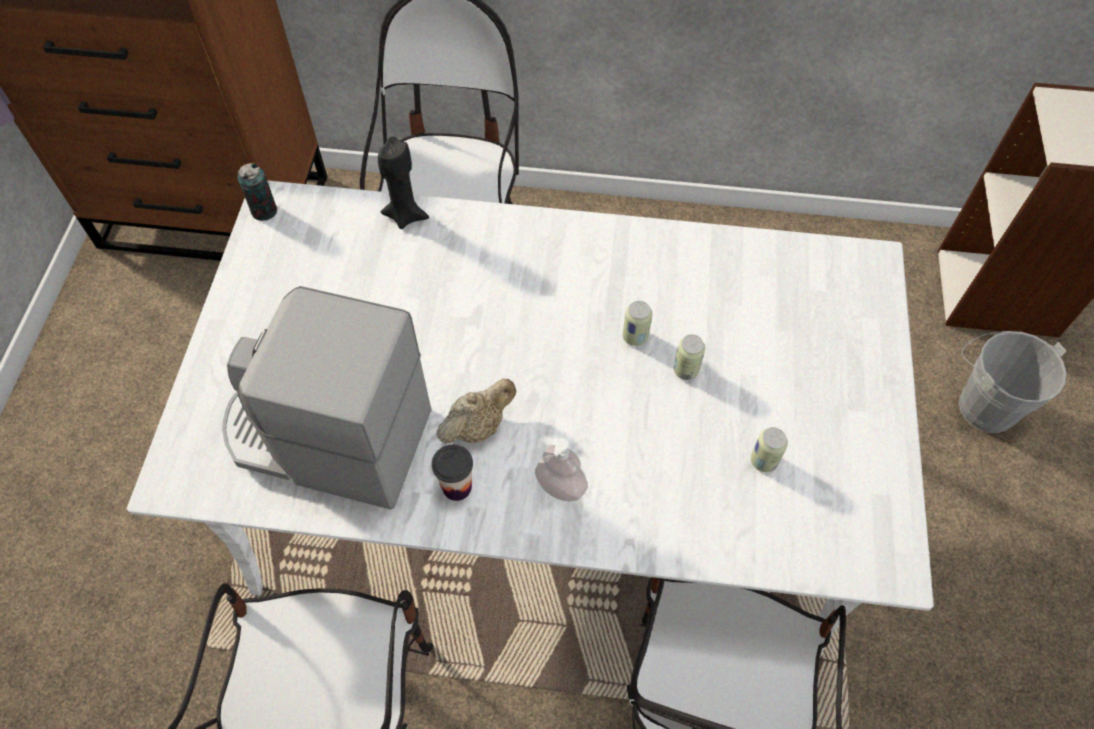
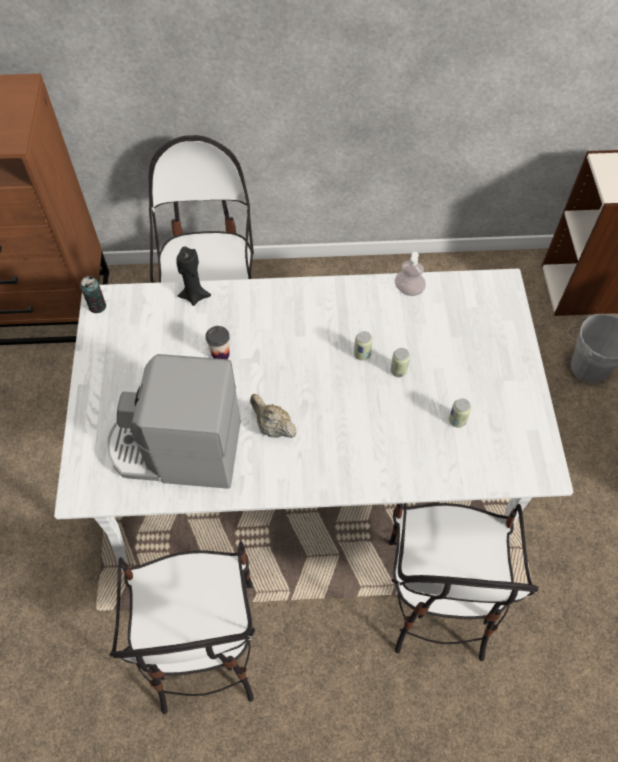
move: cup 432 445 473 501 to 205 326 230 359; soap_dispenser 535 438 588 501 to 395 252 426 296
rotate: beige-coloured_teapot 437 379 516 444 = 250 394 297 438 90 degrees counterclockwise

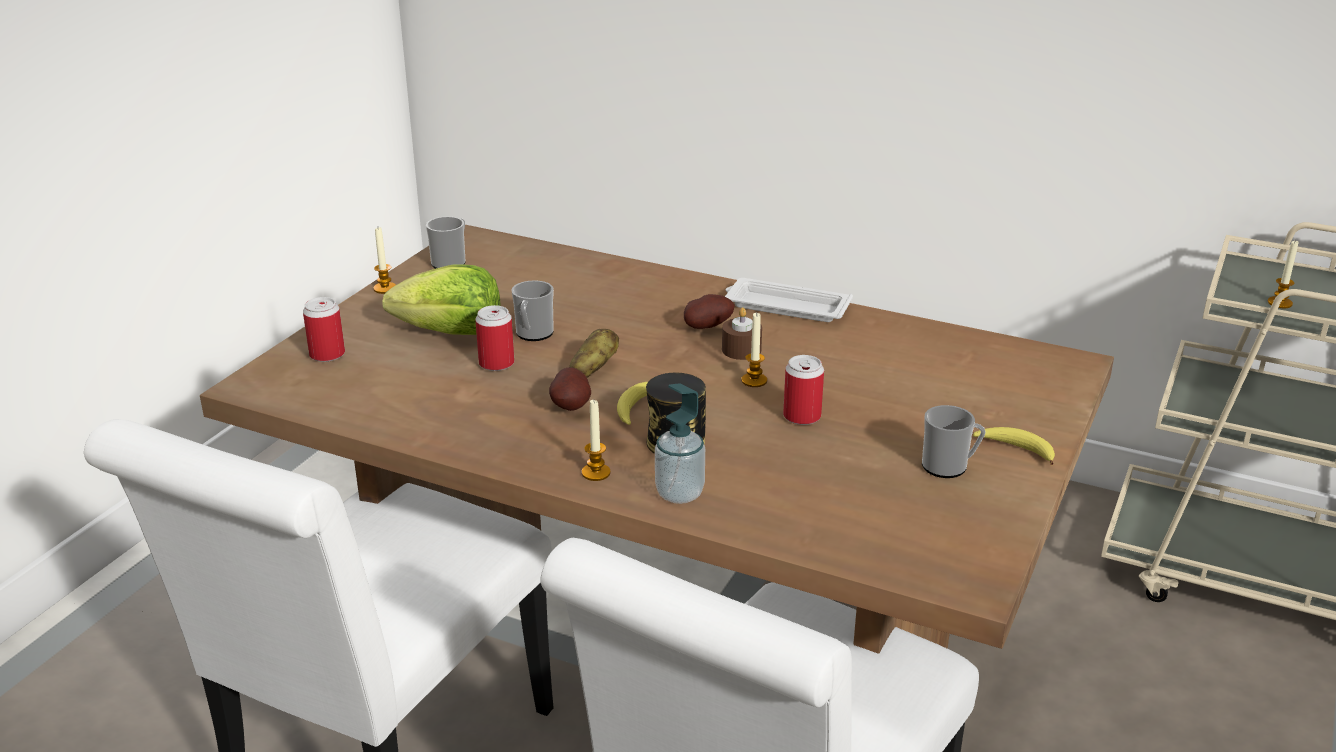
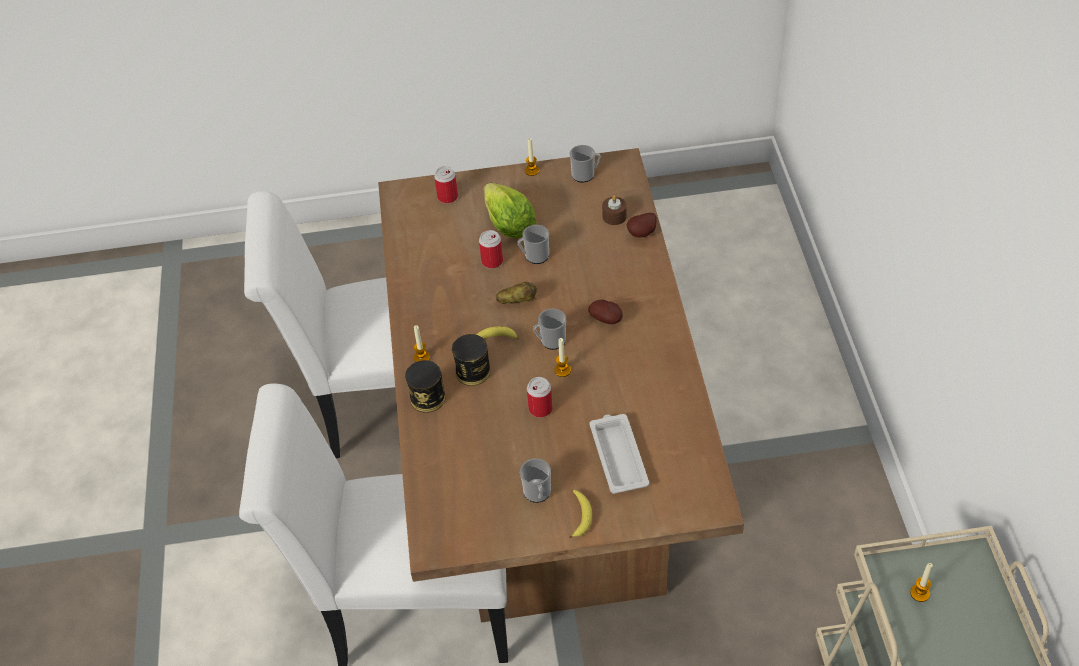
insert: tea_mug 533 309 566 350
move: spud 549 367 591 411 to 627 213 657 238; brown_wax_candle 722 307 762 360 to 602 195 627 225; white_serving_tray 725 278 853 322 to 589 414 649 494
replace: soap_dispenser 655 383 705 504 to can 405 360 445 413

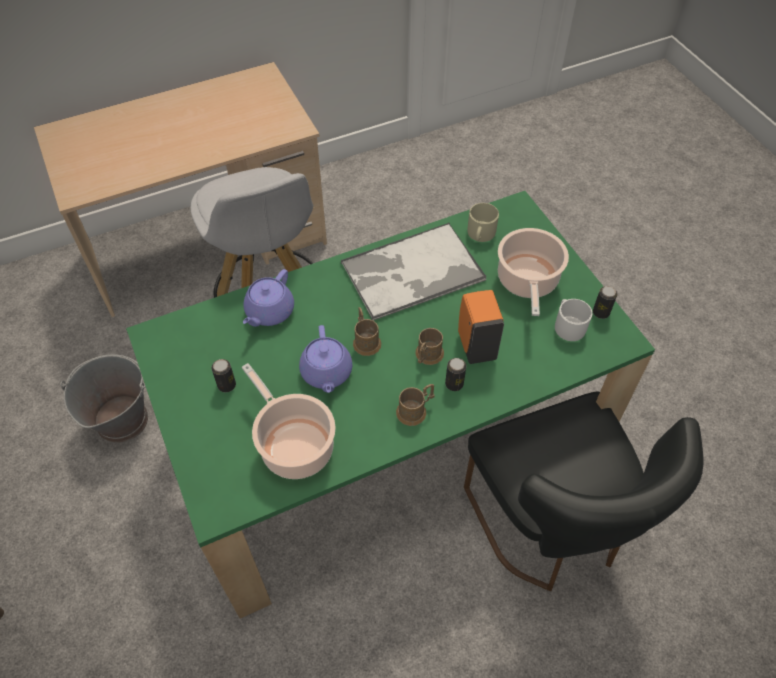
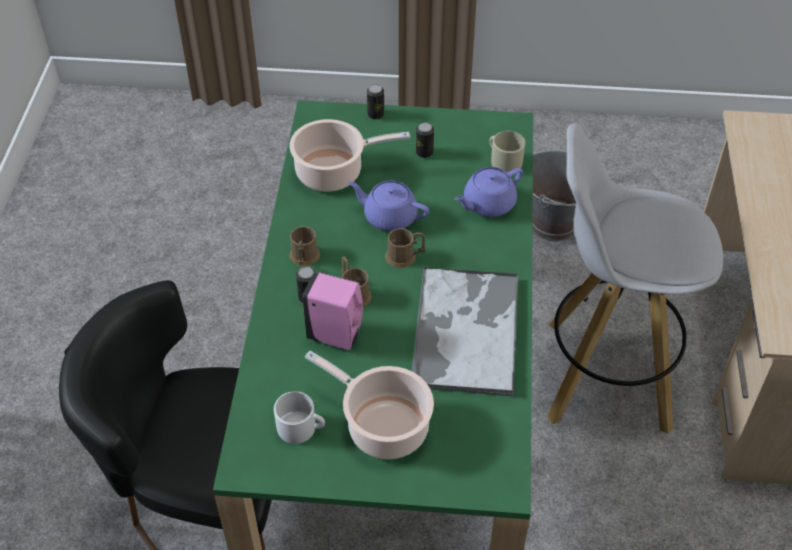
move: beige-coloured_tea_mug 467 203 499 242 to 489 131 525 173; can 593 286 617 319 to 367 84 384 119
recolor: orange-coloured_soap_dispenser 458 290 504 364 to pink_soap_dispenser 302 272 363 350
rotate: purplish_teapot 243 269 294 327 = 455 167 523 217 90 degrees counterclockwise

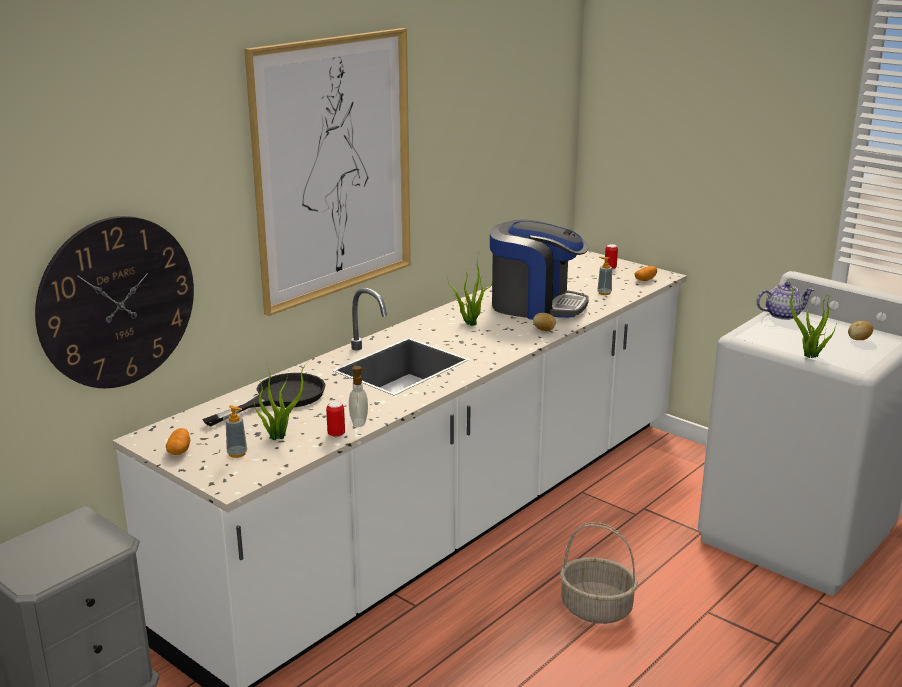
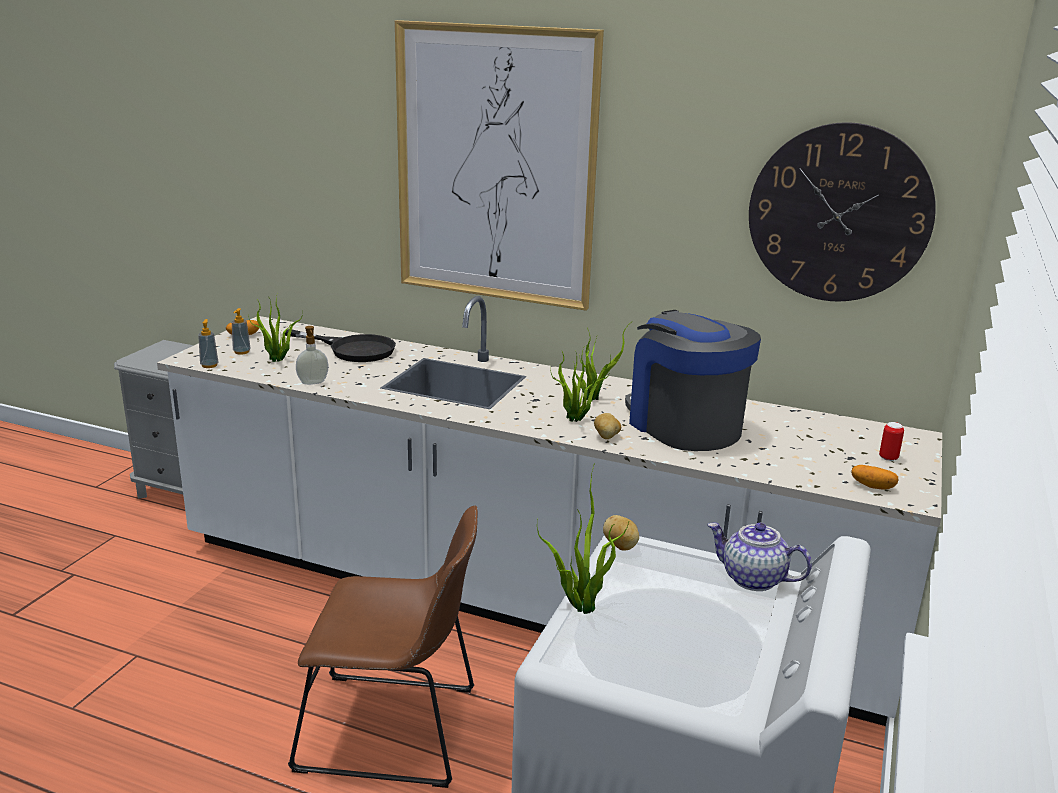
delete: can 326 401 345 437
insert: potted_plant 550 345 610 422
move: wall_clock 35 216 194 388 to 749 122 936 301; soap_dispenser 597 257 612 295 to 198 319 218 368; spud 848 321 873 340 to 603 515 639 551
replace: storage_basket 560 522 638 624 to brown_upright_chair 288 505 478 788
rotate: coffee_machine 490 219 589 320 = 625 310 761 451 150 degrees clockwise; teapot 757 282 814 320 = 707 523 812 591 150 degrees clockwise

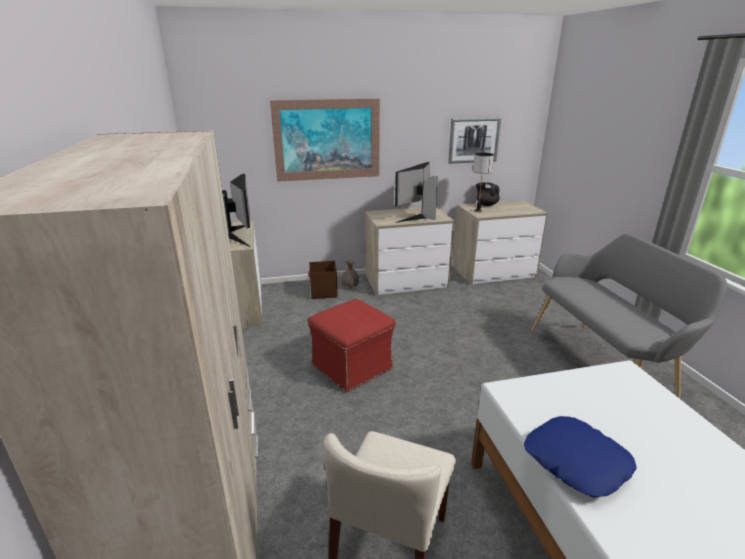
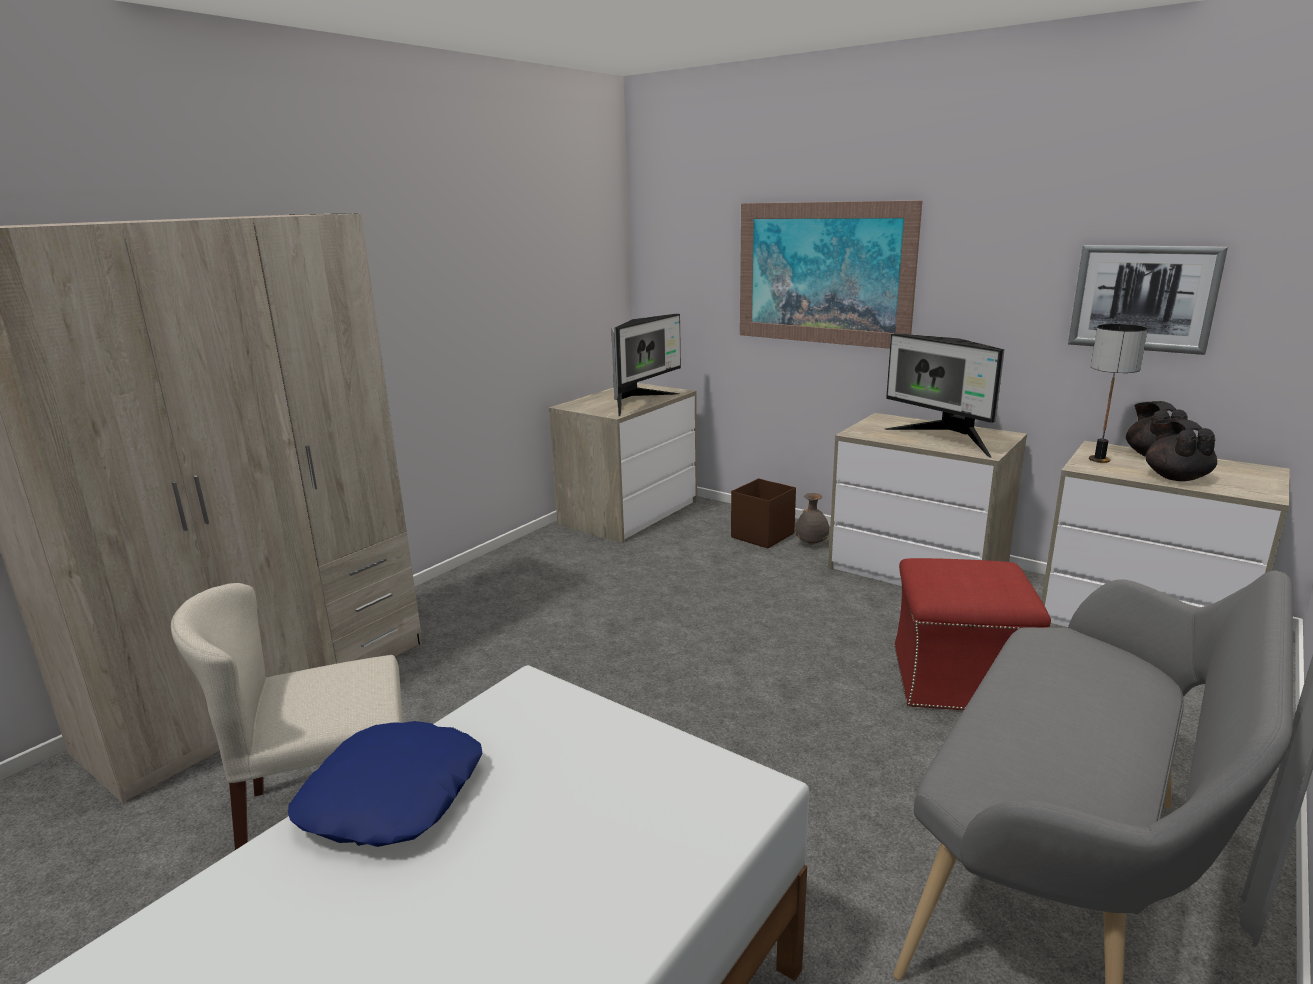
insert: black-coloured_teapot 1145 418 1217 481
move: reddish_footrest 308 299 396 392 to 894 558 1051 710
rotate: computer_screen 395 162 438 223 = 885 333 1004 458 120 degrees counterclockwise

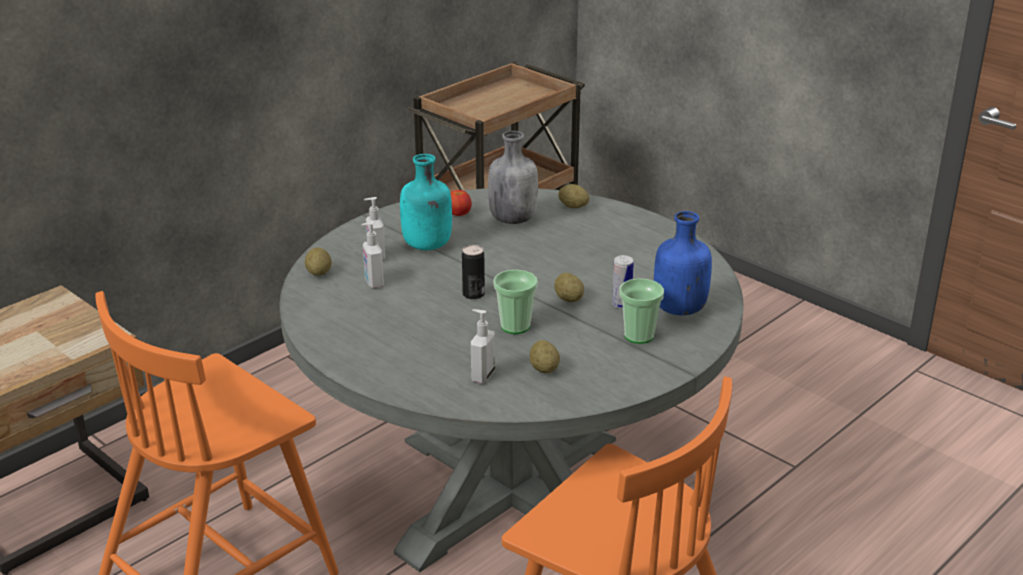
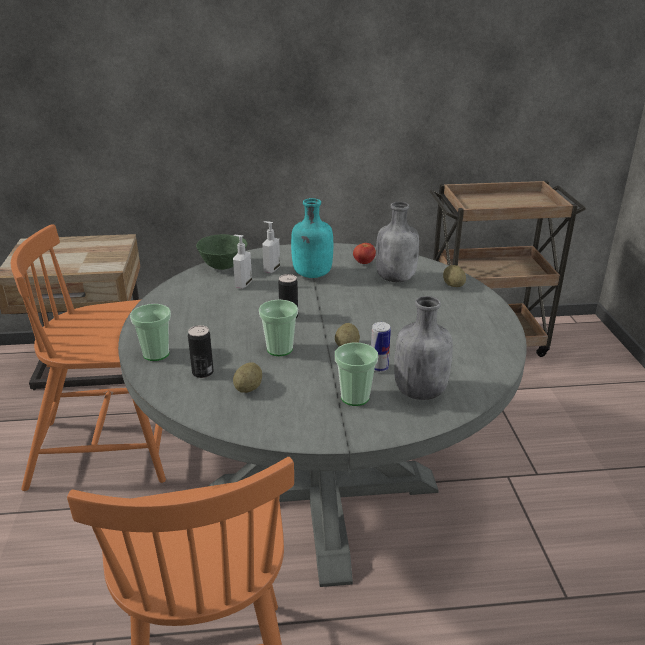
insert: cup 130 304 171 361
replace: spud 305 248 332 276 to green-coloured_deep_dish 196 234 247 270; soap_dispenser 471 309 495 383 to can 188 325 214 378
recolor: bluish_bottle 654 211 712 316 to greyish_bottle 394 296 453 400

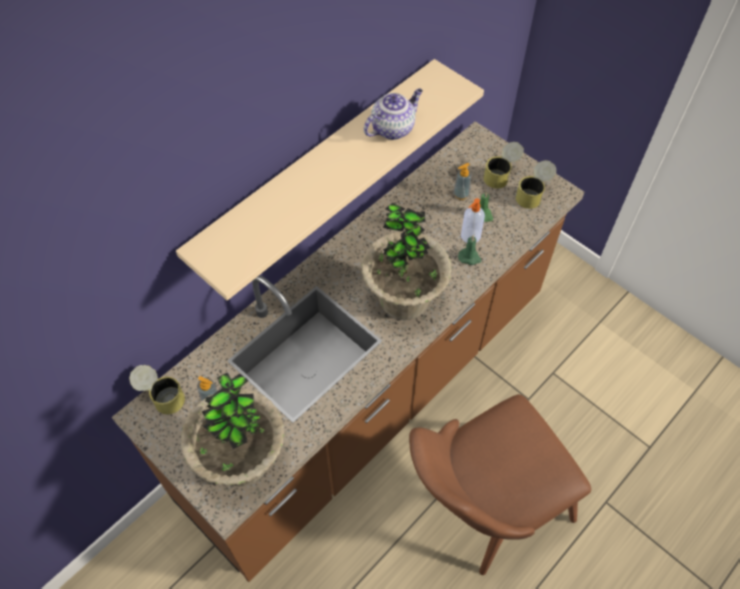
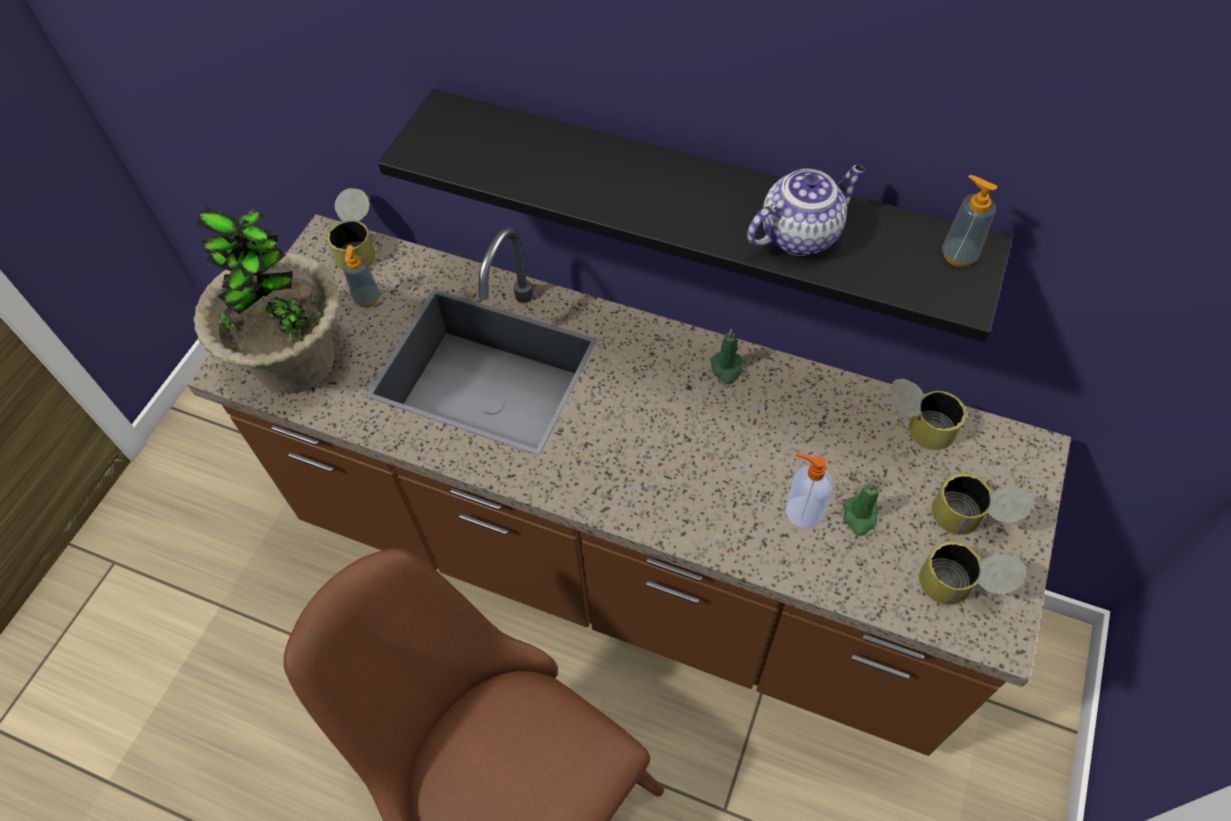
delete: potted_plant 361 203 452 320
insert: can 890 379 967 450
move: soap_dispenser 453 163 472 200 to 942 175 997 267; green-coloured_wax_candle 458 235 481 265 to 710 329 742 385
recolor: beige-coloured_shelf 176 59 484 301 to black-coloured_shelf 378 89 1013 342
rotate: teapot 364 88 423 140 = 747 165 865 256 60 degrees counterclockwise

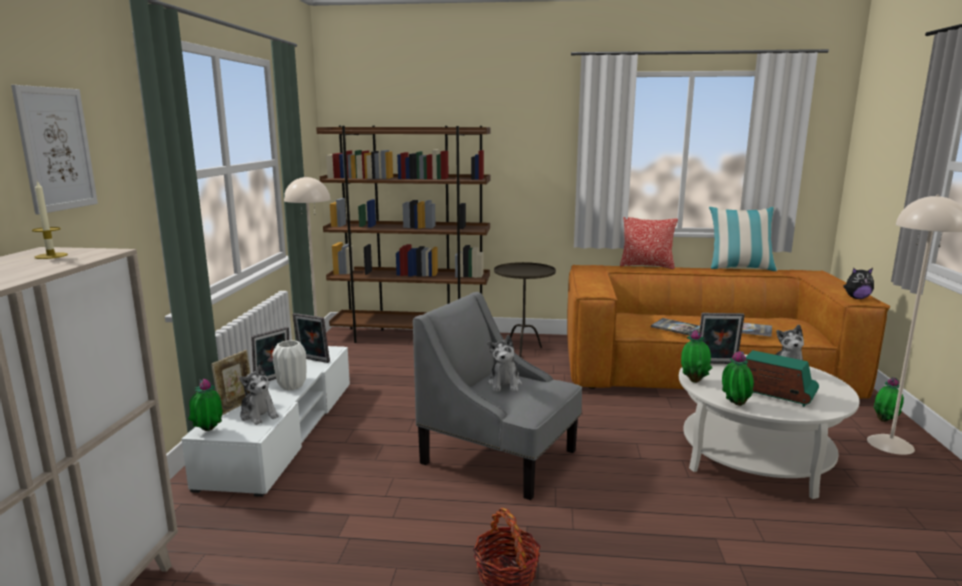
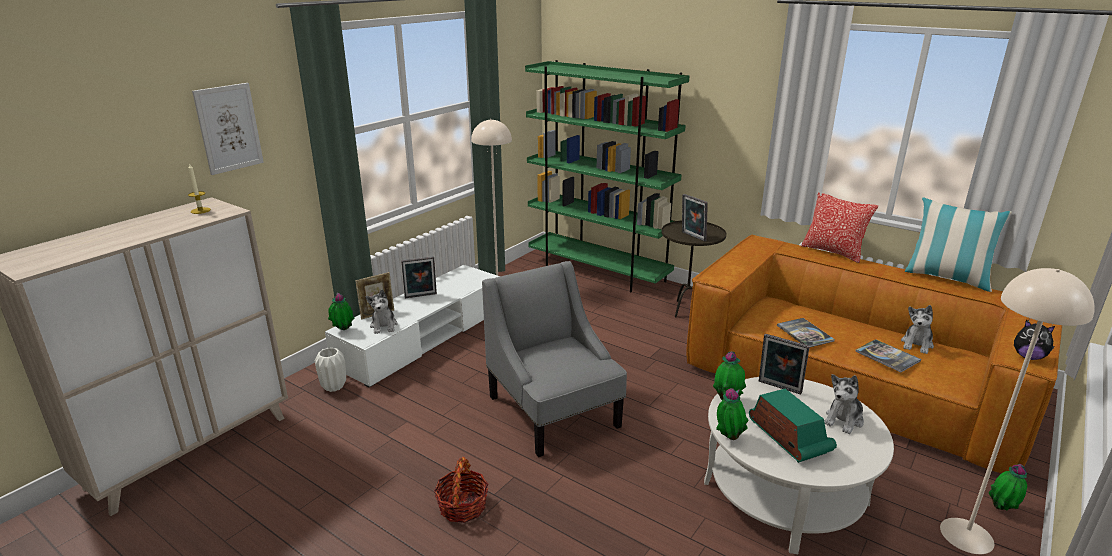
move: white_vase 272 340 306 391 to 315 347 346 392; standing_frame 292 313 330 363 to 682 194 708 241; cuddly_toy 488 335 522 392 to 901 305 934 354
recolor: brown_bookshelf 316 126 491 343 to green-coloured_bookshelf 525 60 690 292

